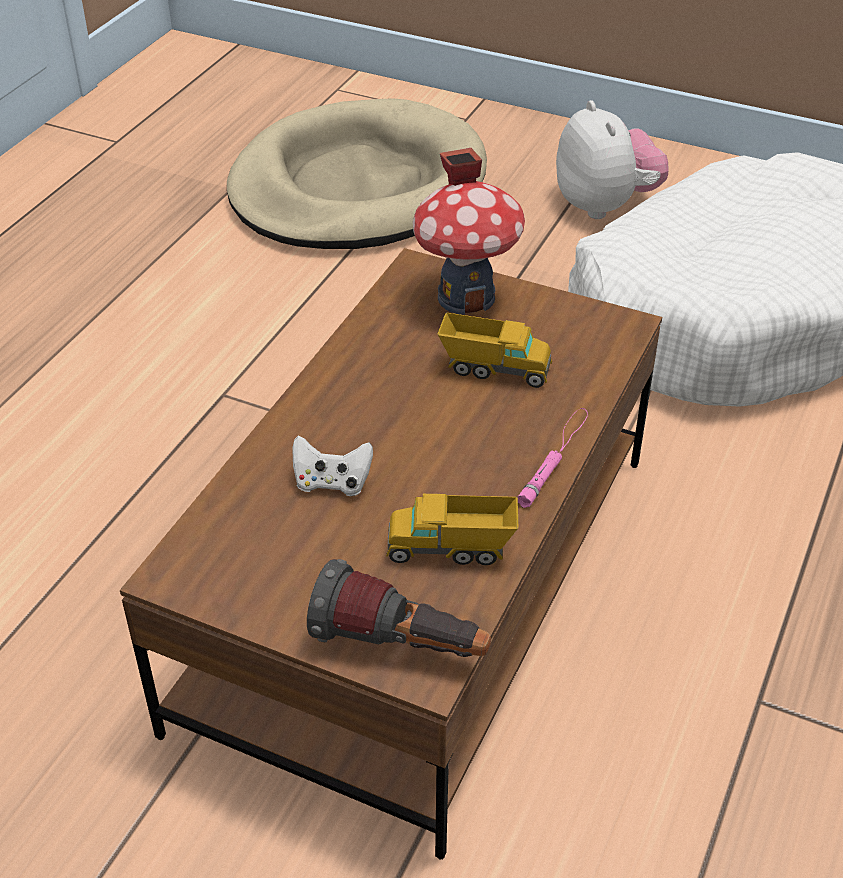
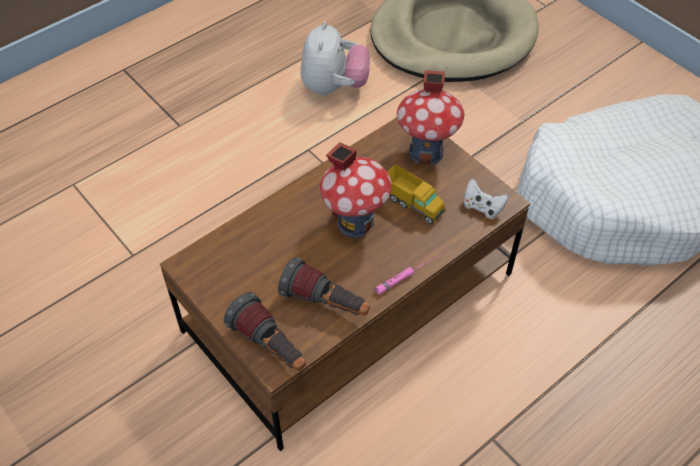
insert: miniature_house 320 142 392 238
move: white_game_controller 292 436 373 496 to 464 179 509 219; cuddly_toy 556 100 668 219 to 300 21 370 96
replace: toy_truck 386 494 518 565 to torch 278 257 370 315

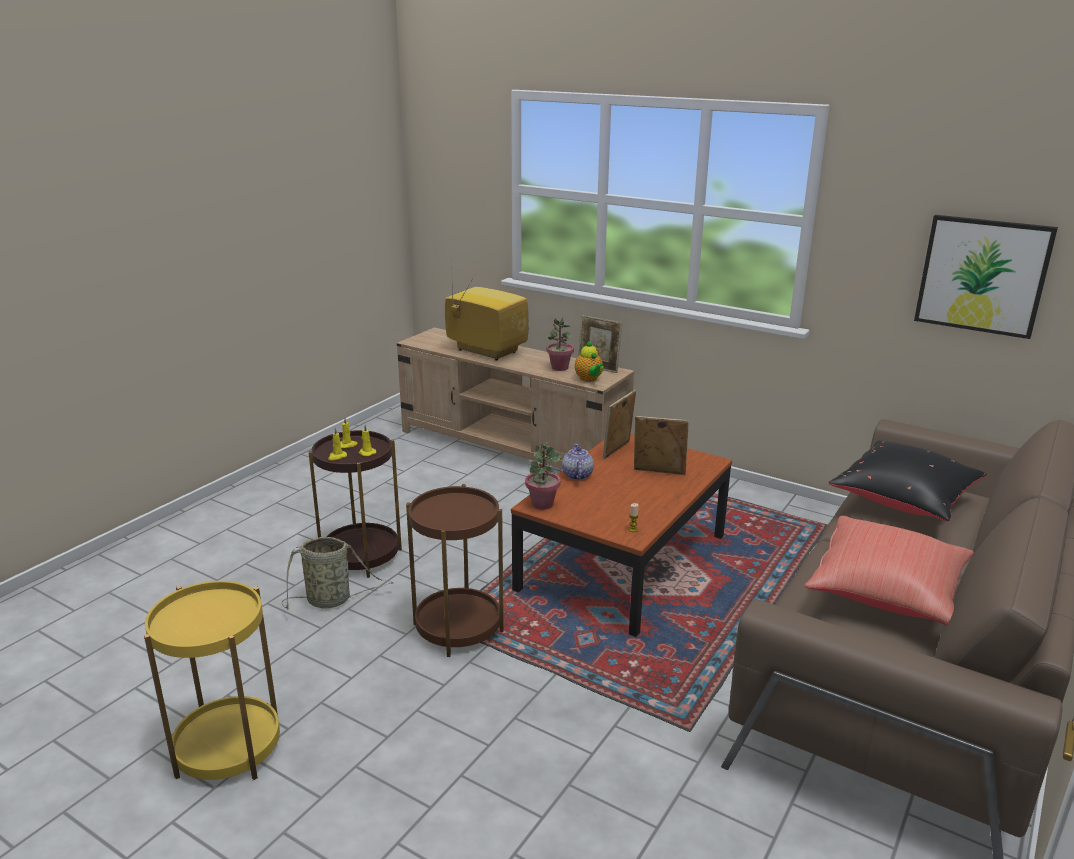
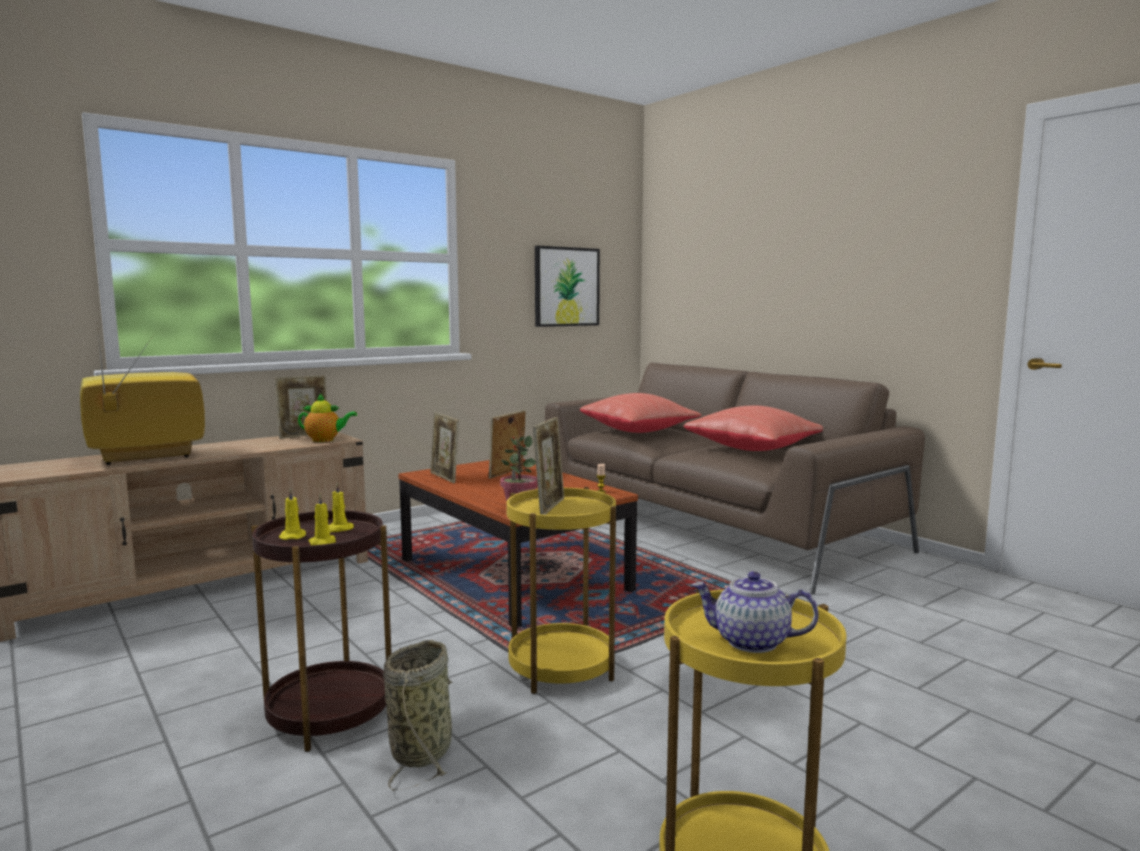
delete: potted_plant 547 317 574 371
insert: standing_frame 533 417 565 515
move: teapot 562 444 594 480 to 692 571 819 653
recolor: brown_accent_table 406 484 504 657 to yellow-coloured_accent_table 506 487 616 694; black-coloured_throw_pillow 828 440 987 522 to reddish_throw_pillow 580 393 702 433

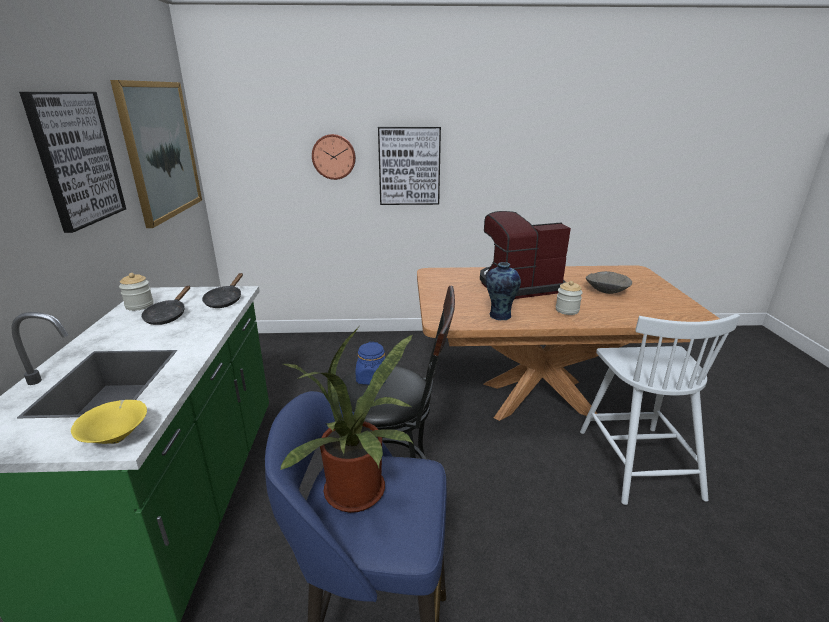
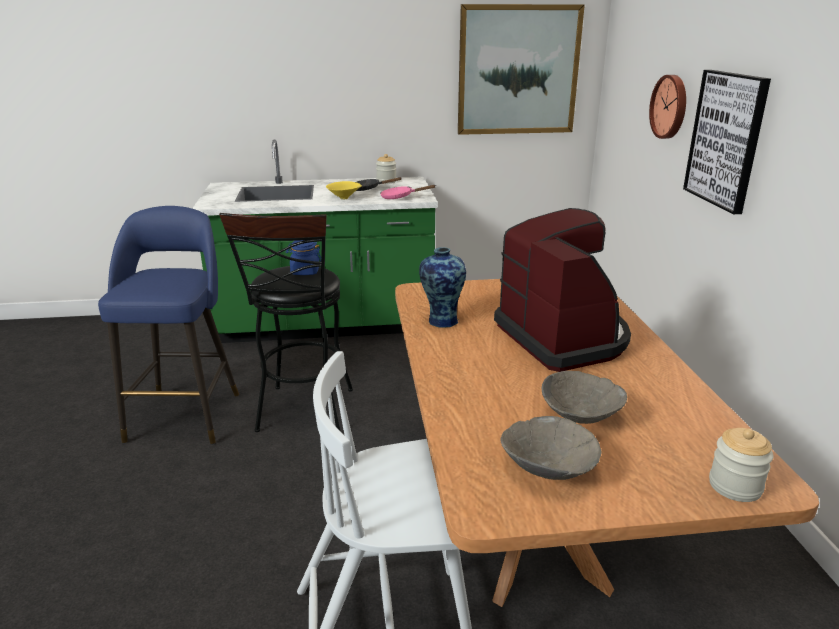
delete: wall_picture 19 92 126 233; potted_plant 281 328 413 513
insert: greyish_deep_dish 501 416 601 480
move: yellow-coloured_deep_dish 71 400 147 444 to 326 181 362 200; storage_jar 556 281 583 315 to 709 428 774 502
recolor: black-coloured_frying_pan 202 273 243 308 to pink_frying_pan 380 185 435 199

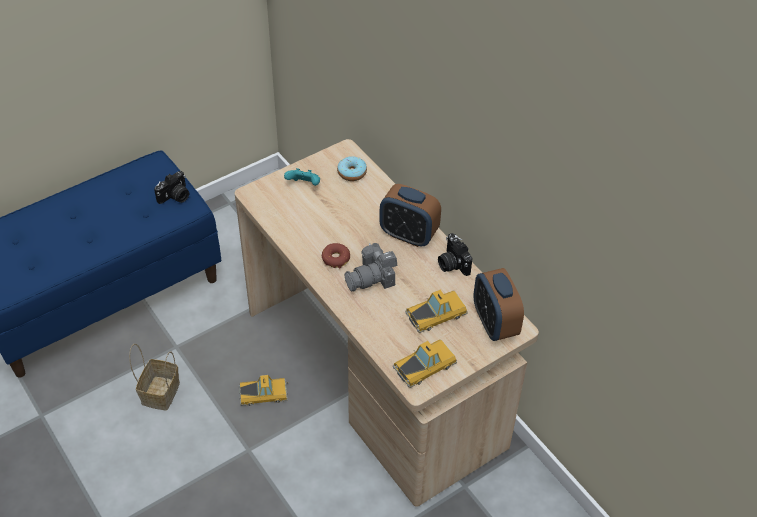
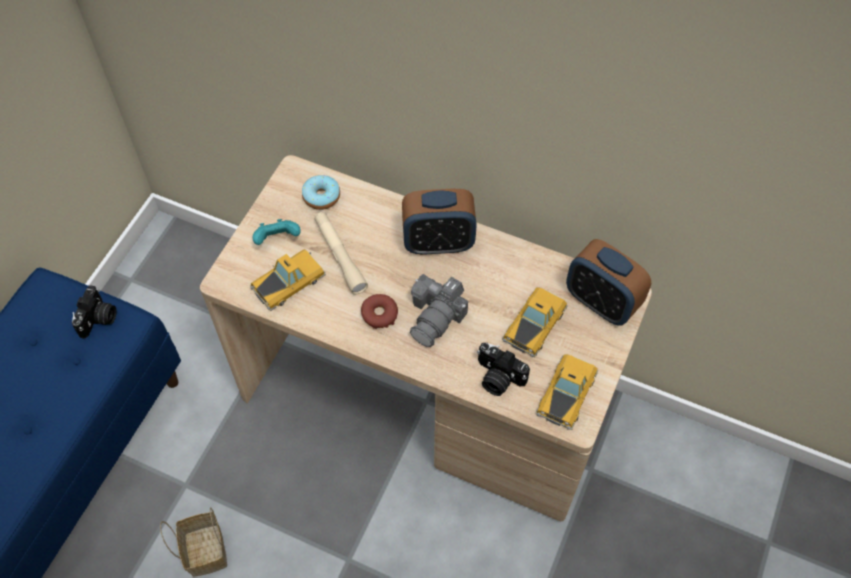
insert: beige-coloured_torch 314 212 368 295
move: model_car 239 375 288 406 to 250 249 326 311; photo_camera 438 233 472 276 to 477 343 530 396

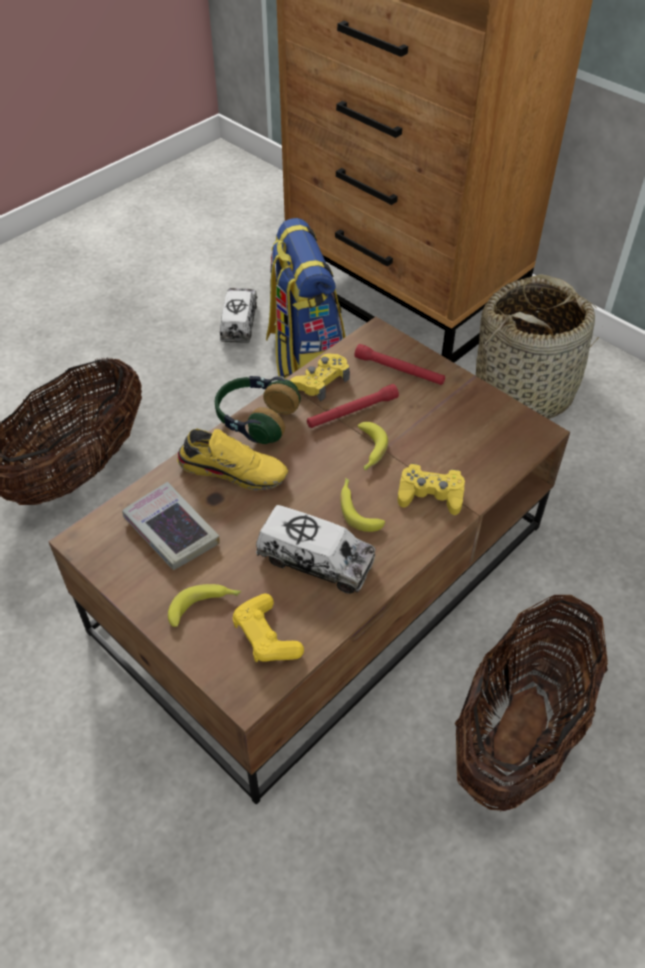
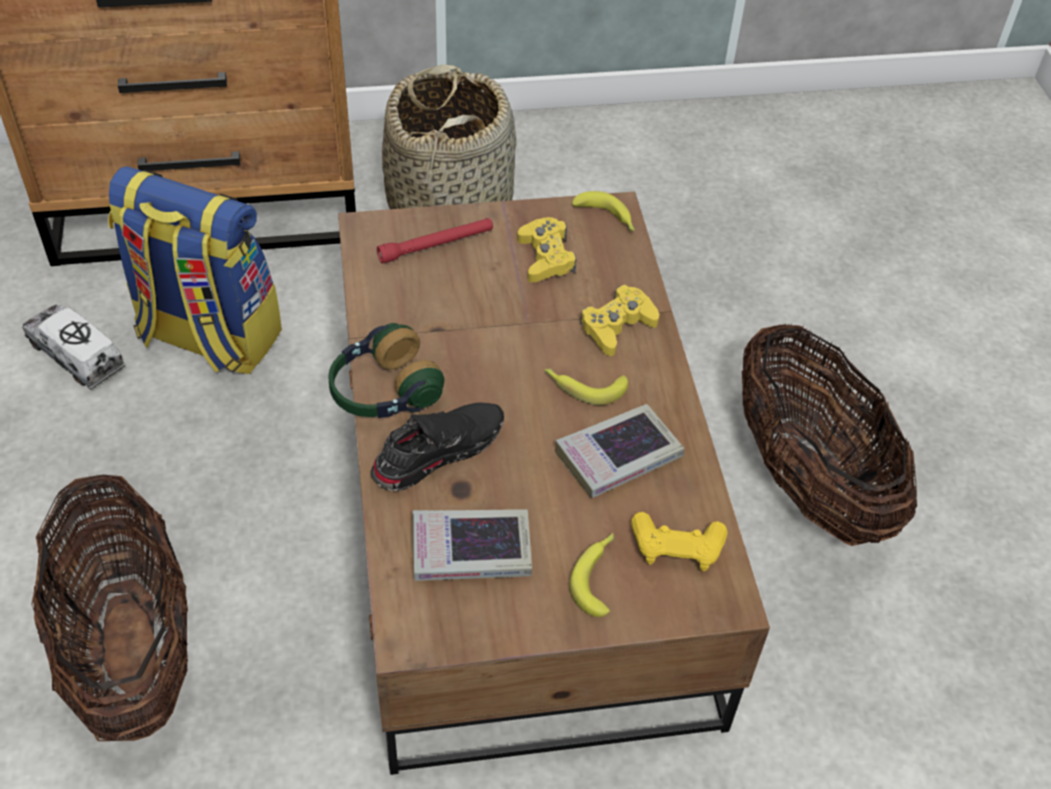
delete: reddish_torch 307 384 399 428
move: yellow-coloured_game_controller 290 353 350 402 to 517 217 576 282; banana 358 422 388 471 to 572 191 635 231
replace: toy_truck 256 505 376 594 to book 556 404 684 498
recolor: yellow-coloured_shoe 177 429 288 491 to black-coloured_shoe 370 403 504 491

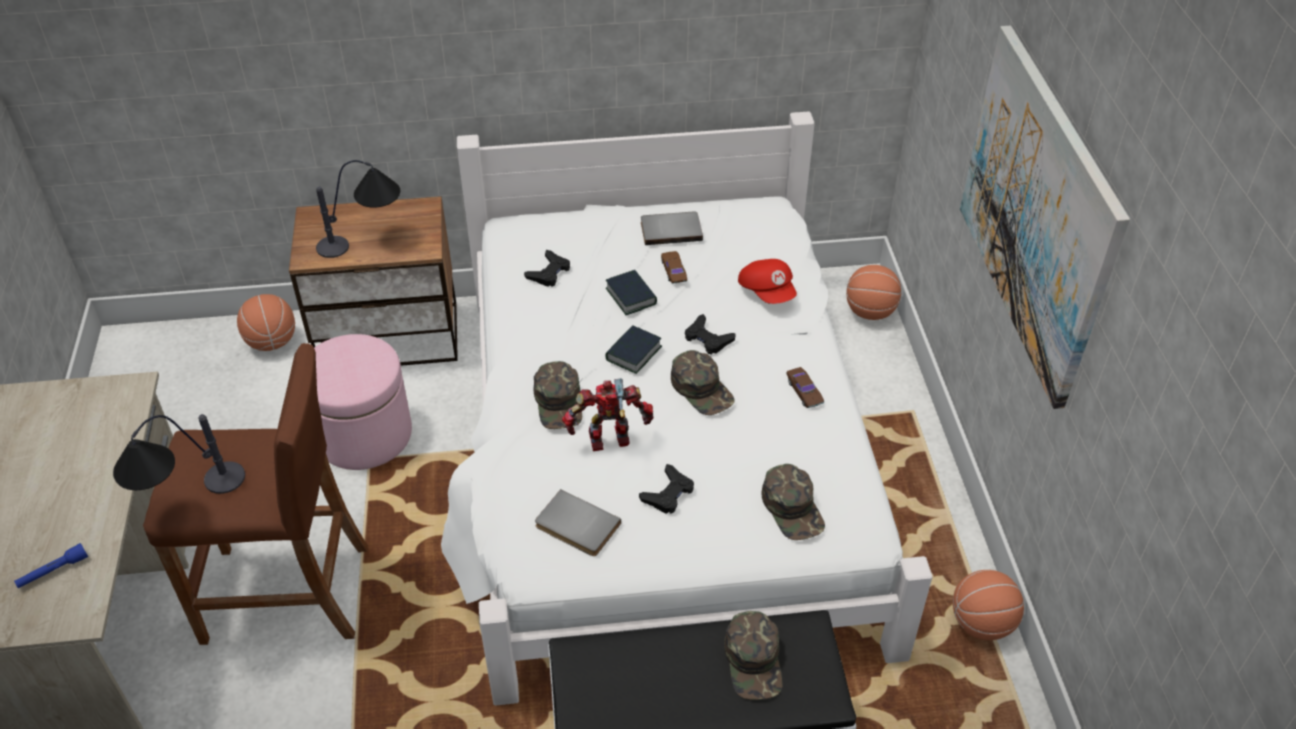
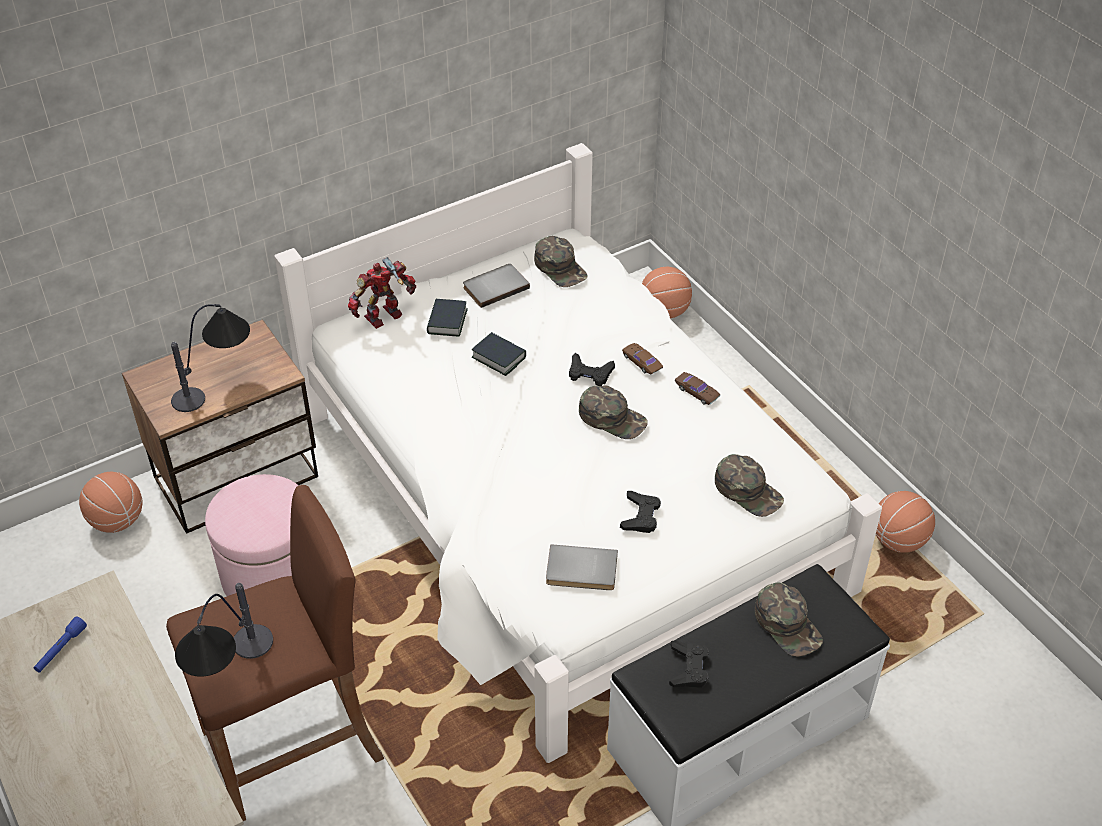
delete: reddish_peaked_cap 738 259 797 304; wall_picture 960 26 1130 409
move: bluish_torch 14 543 88 588 to 34 616 87 673; black-coloured_game_controller 524 250 570 287 to 669 640 709 688; green-coloured_peaked_cap 534 361 582 429 to 534 236 588 287; toy_robot 562 378 653 451 to 348 257 416 329; book 605 325 662 374 to 427 299 468 337; brown_model_car 661 251 687 284 to 622 343 663 374

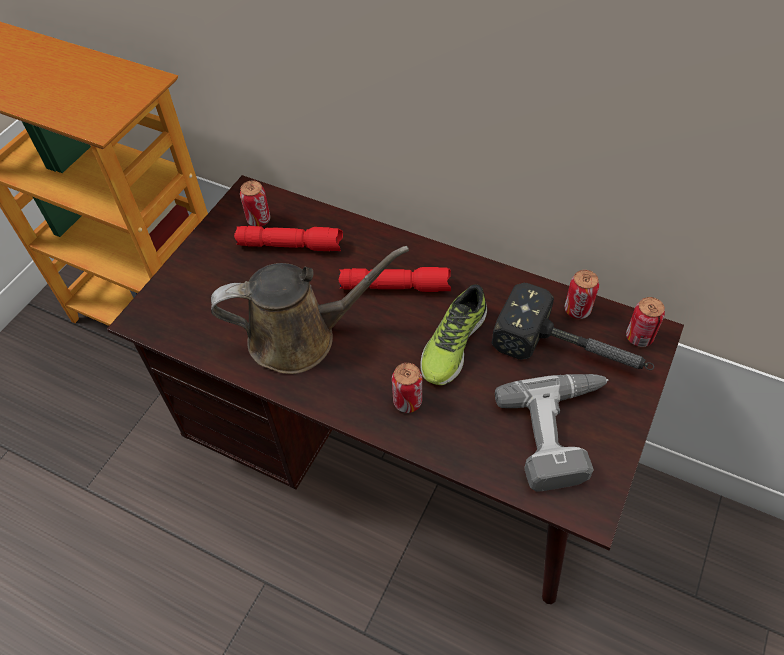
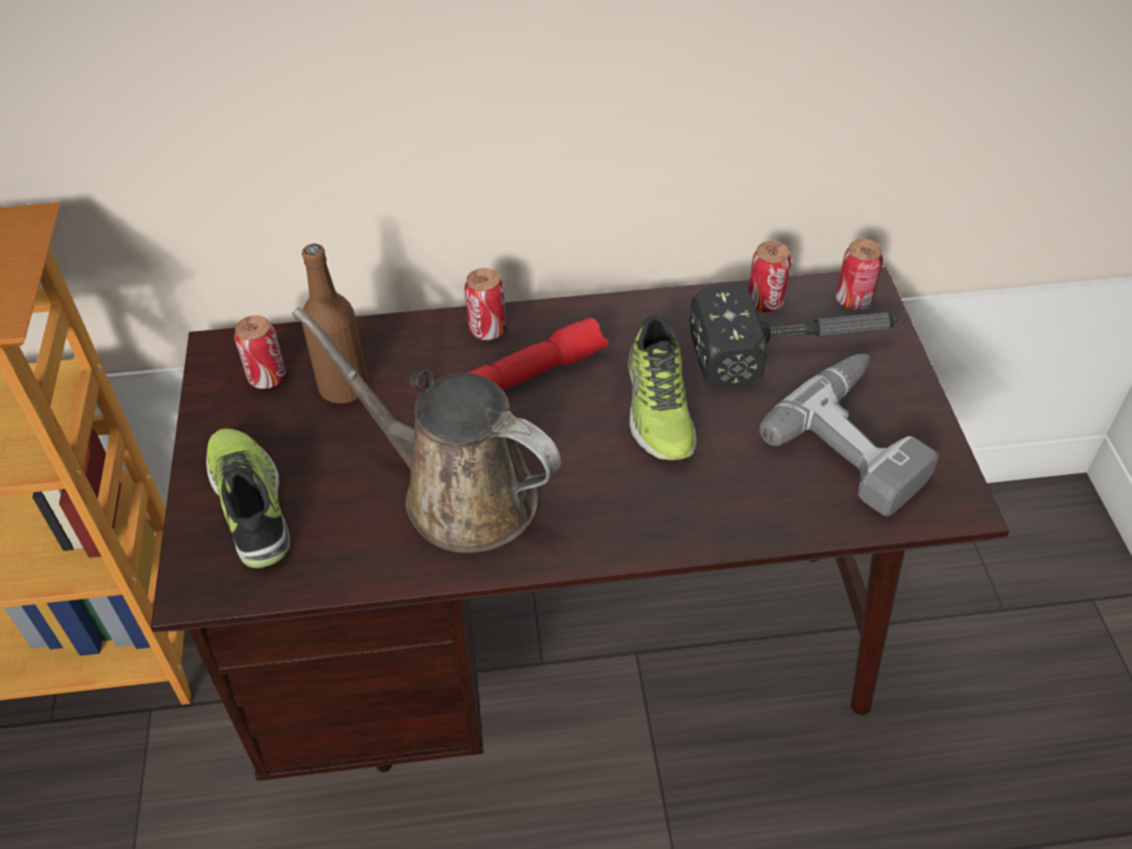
insert: shoe 206 428 290 569
move: can 392 363 423 413 to 465 268 506 340
replace: reddish_torch 234 226 343 251 to brown_bottle 302 244 368 404
rotate: brown_watering_pot 211 246 409 374 = 292 307 561 553 105 degrees counterclockwise

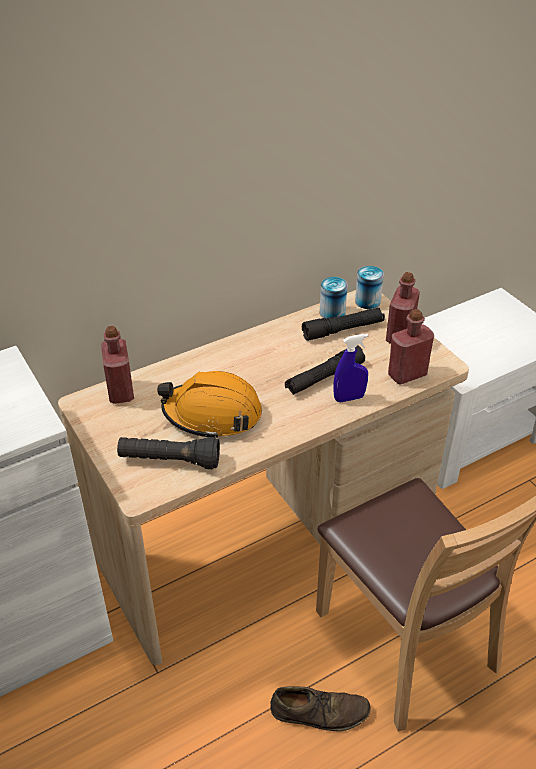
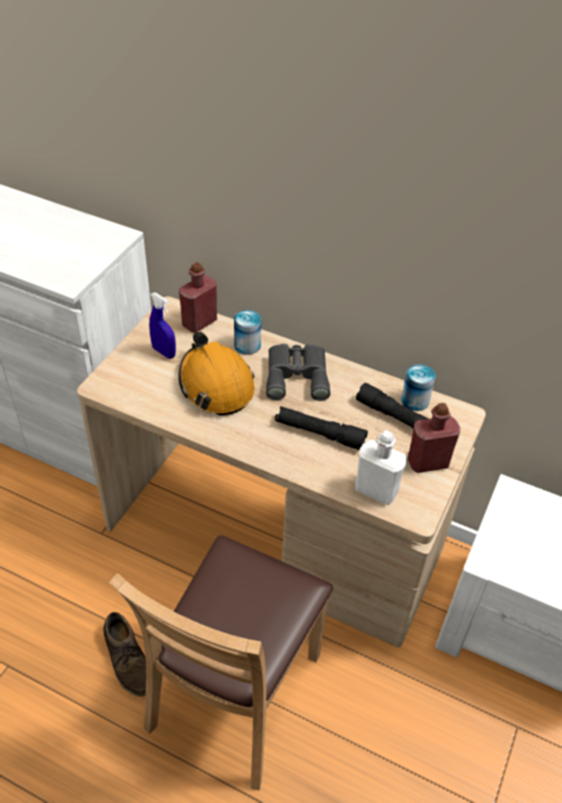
delete: black-coloured_torch 117 437 220 469
insert: greyish_field_glasses 266 344 330 401
move: bluish_sprayer 334 334 368 402 to 149 293 176 358; can 355 266 384 309 to 234 310 261 355
recolor: reddish_bottle 388 309 434 384 to white_bottle 355 430 407 505

